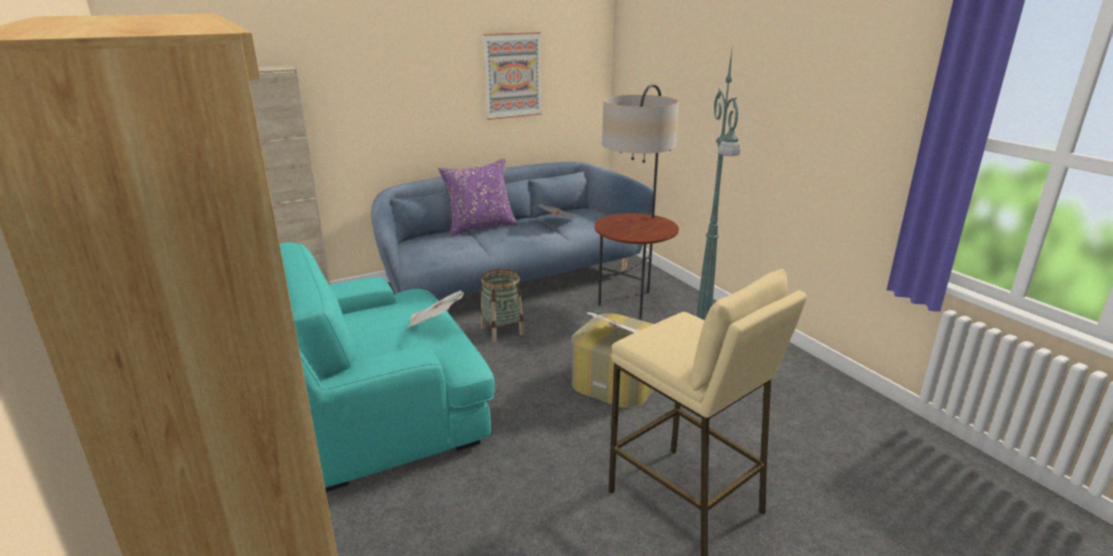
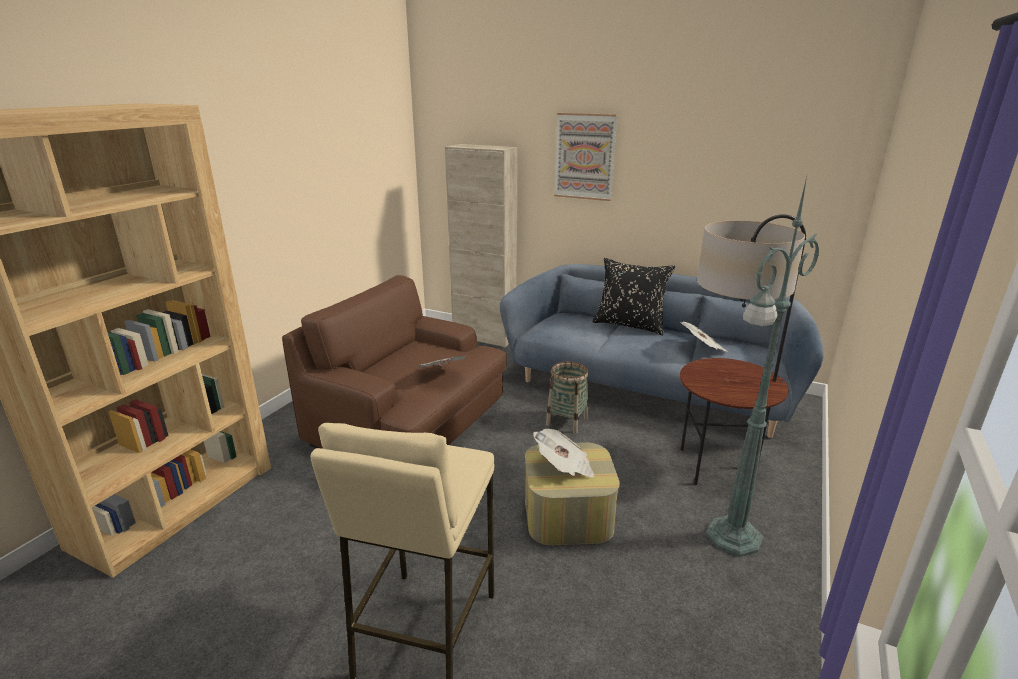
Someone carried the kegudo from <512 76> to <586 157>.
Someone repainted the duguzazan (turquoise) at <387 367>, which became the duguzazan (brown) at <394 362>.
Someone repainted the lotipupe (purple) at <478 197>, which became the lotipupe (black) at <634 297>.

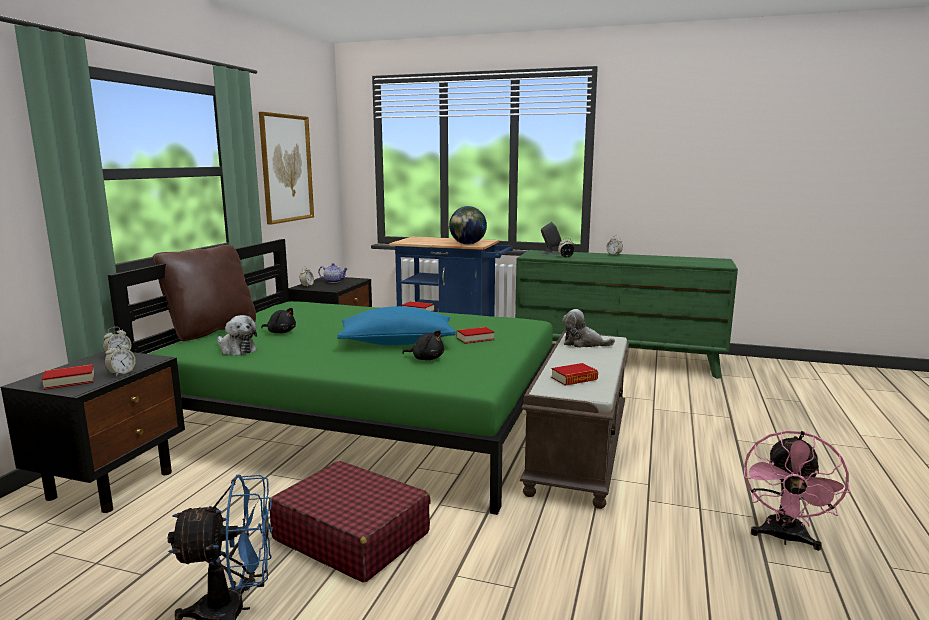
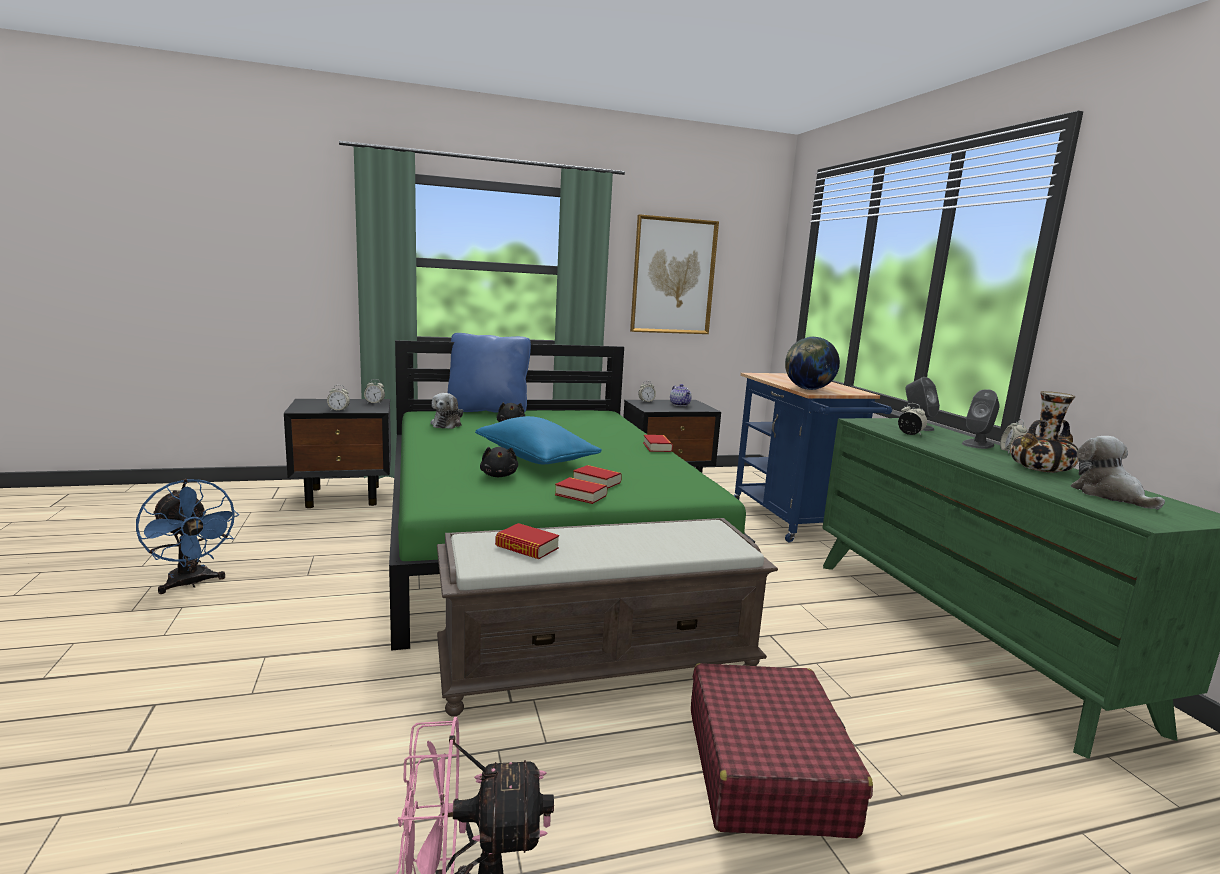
Someone put down the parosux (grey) at <981 419>.
Someone put down the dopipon at <1044 432>.
Someone carried the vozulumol from <68 377> to <581 490>.
Someone carried the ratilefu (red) from <349 522> to <782 750>.
Someone carried the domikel from <588 328> to <1117 473>.
Someone repainted the lotipupe (brown) at <204 293>, which became the lotipupe (blue) at <489 373>.

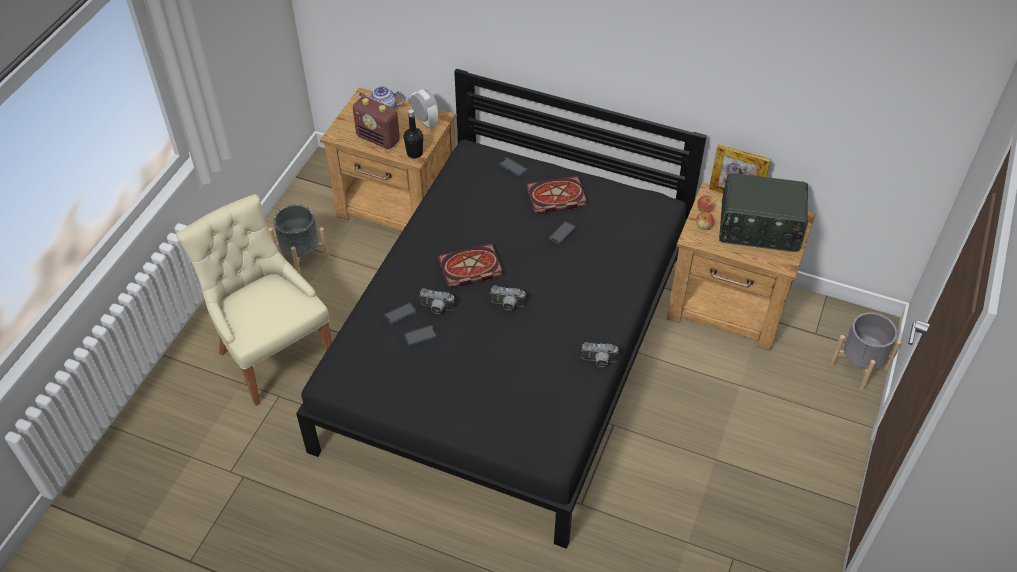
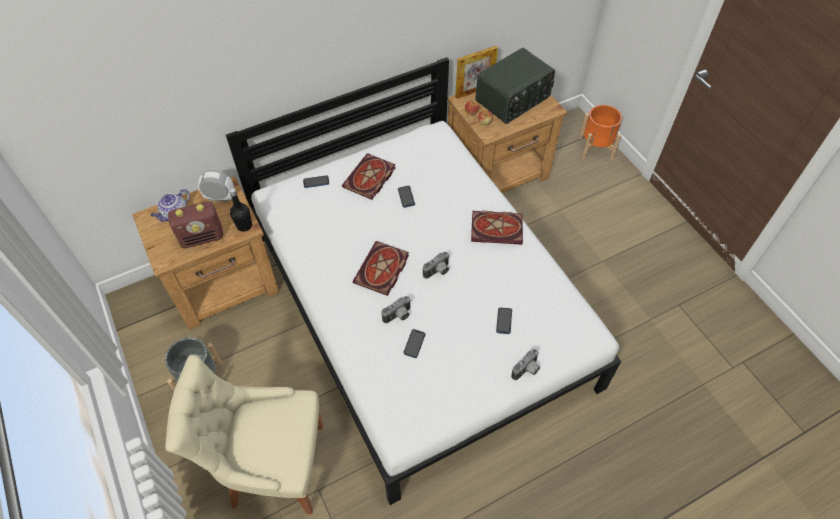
Someone put down the vozulumol at <497 228>.
Someone carried the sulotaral from <400 313> to <504 321>.
Someone carried the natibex from <600 354> to <525 364>.
Someone repainted the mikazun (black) at <501 309>, which became the mikazun (white) at <423 281>.
Someone repainted the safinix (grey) at <865 351>, which became the safinix (orange) at <600 132>.

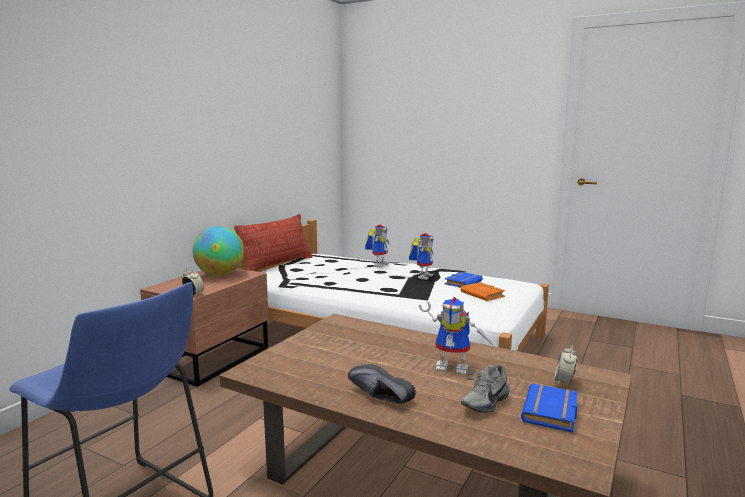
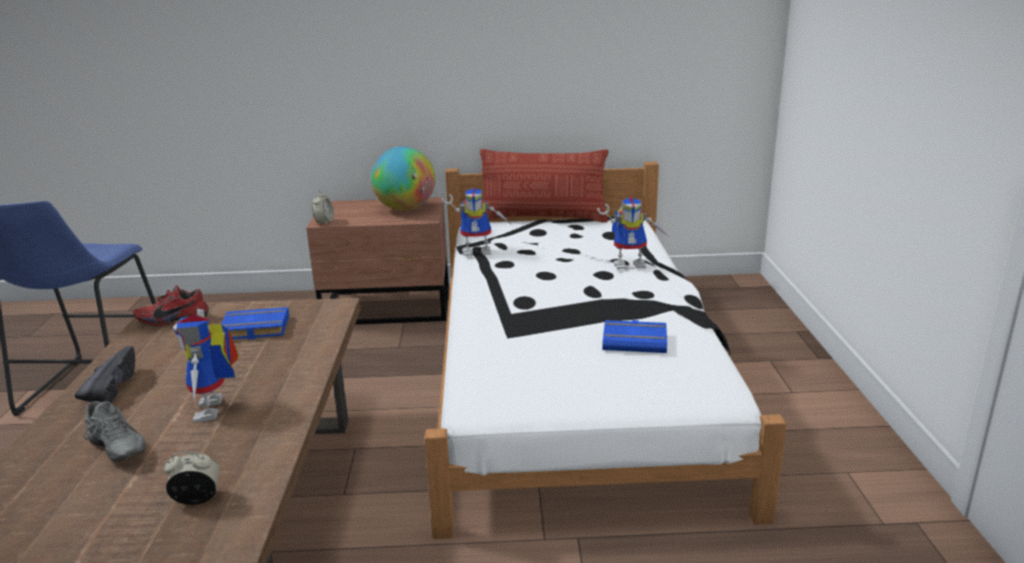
Someone took away the vozulumol (orange) at <483 291>.
Someone put down the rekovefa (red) at <171 306>.
Someone carried the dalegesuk from <421 256> to <476 222>.
Someone carried the vozulumol (blue) from <549 407> to <255 323>.
Someone rotated the rekovefa (grey) at <485 389> by 150 degrees counterclockwise.

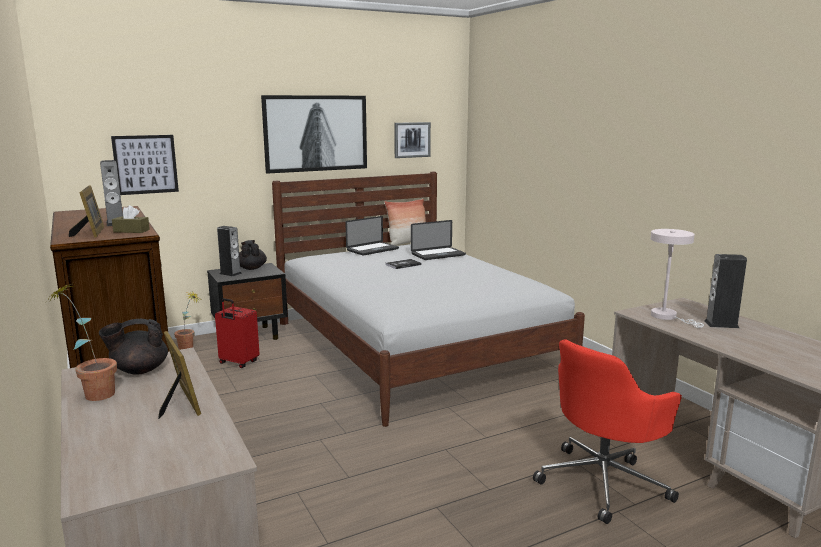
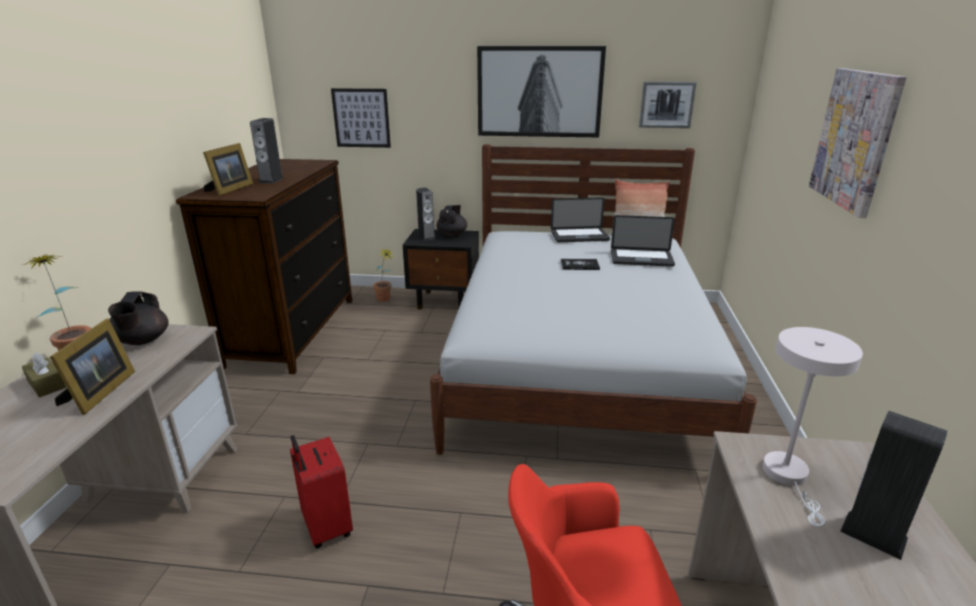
Someone put up the kegudo at <857 143>.
Someone carried the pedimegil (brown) from <131 219> to <44 374>.
Someone carried the ratilefu (red) from <237 333> to <321 492>.
Someone rotated the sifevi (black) at <133 347> by 105 degrees counterclockwise.

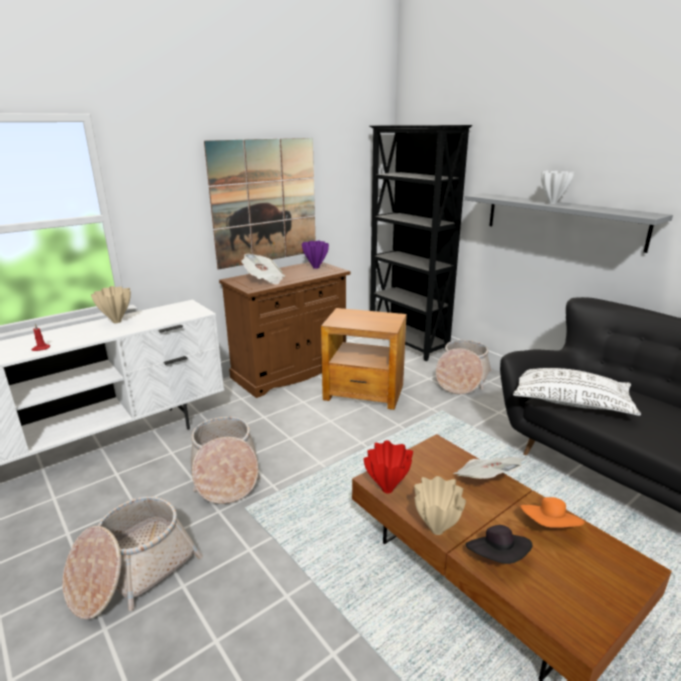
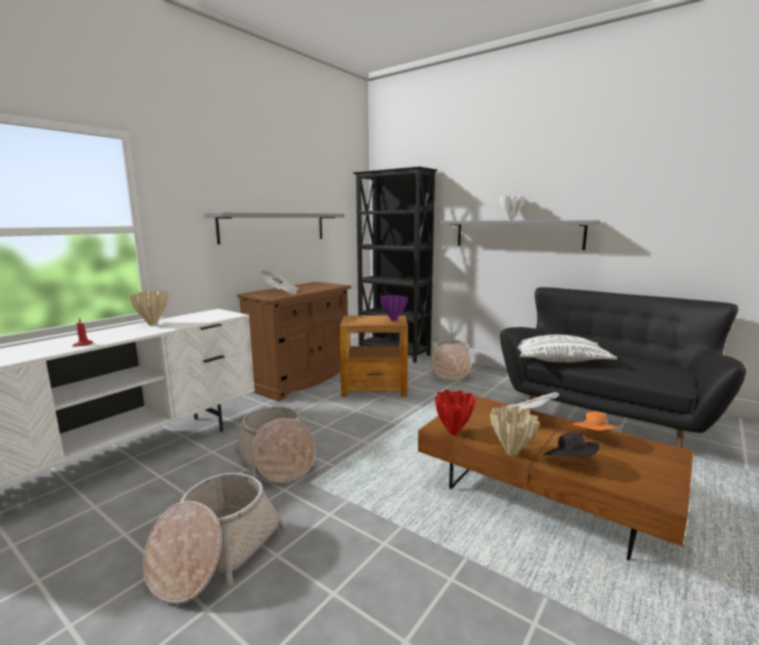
Someone carried the dopipon (purple) from <315 254> to <394 308>.
Someone swapped the kegudo at <260 204> for the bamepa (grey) at <274 228>.

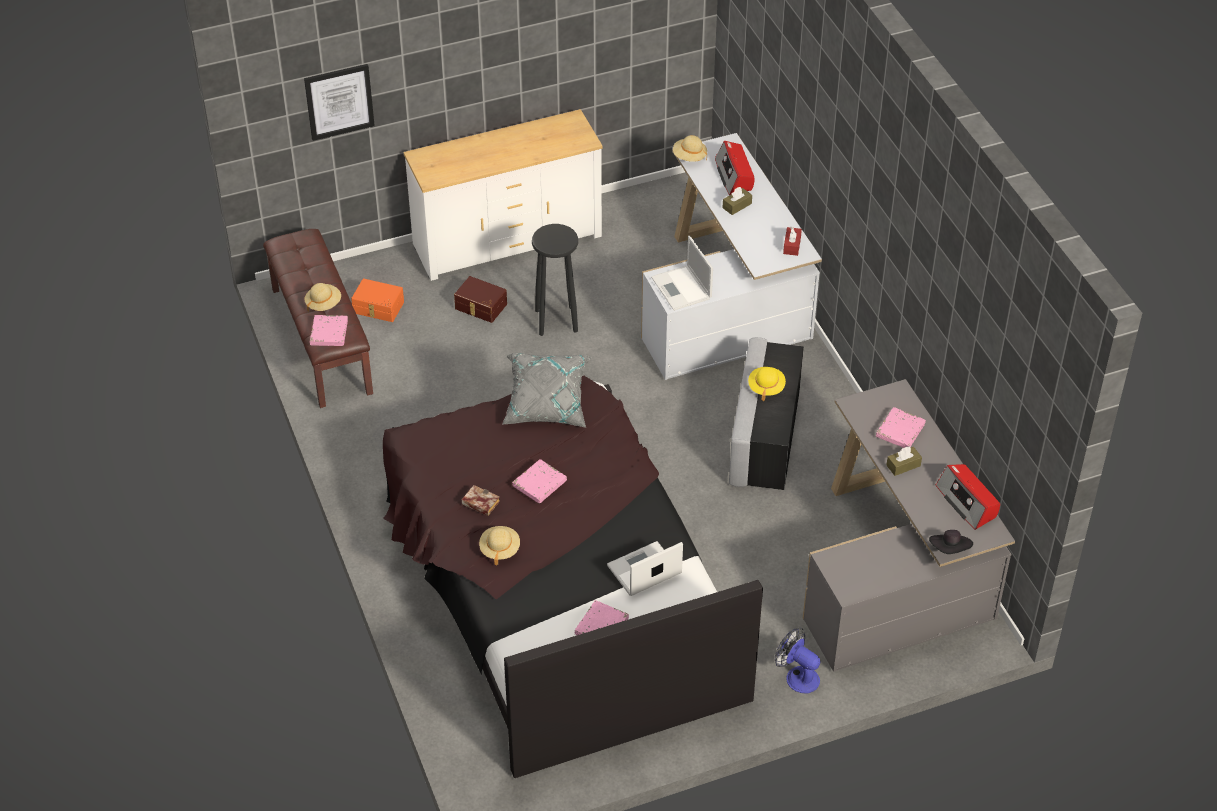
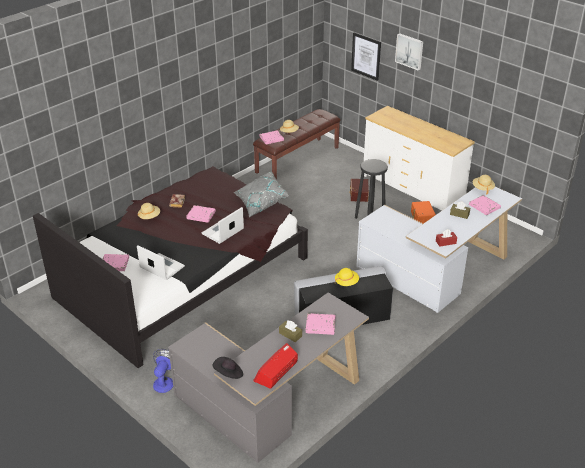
Someone put up the kegudo at <409 51>.
Someone carried the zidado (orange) from <377 300> to <423 212>.
Someone carried the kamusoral from <682 273> to <223 225>.
Someone swapped the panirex at <734 168> for the vozulumol (pink) at <485 205>.

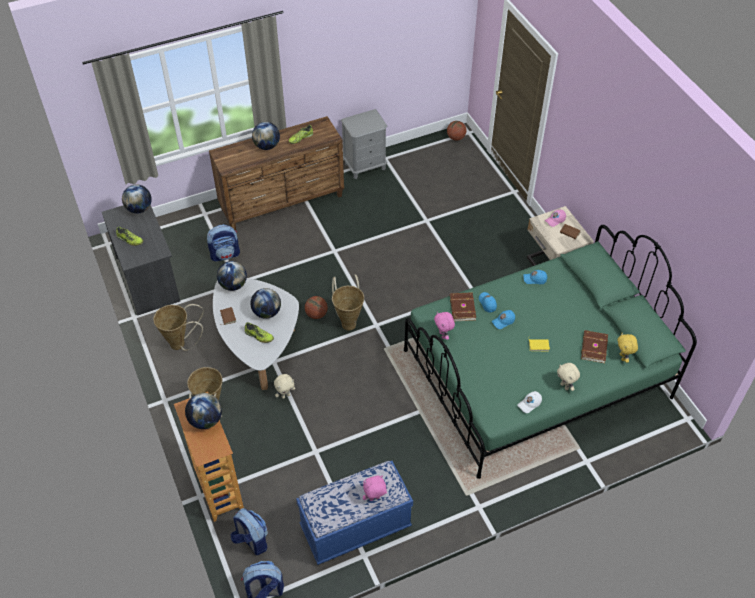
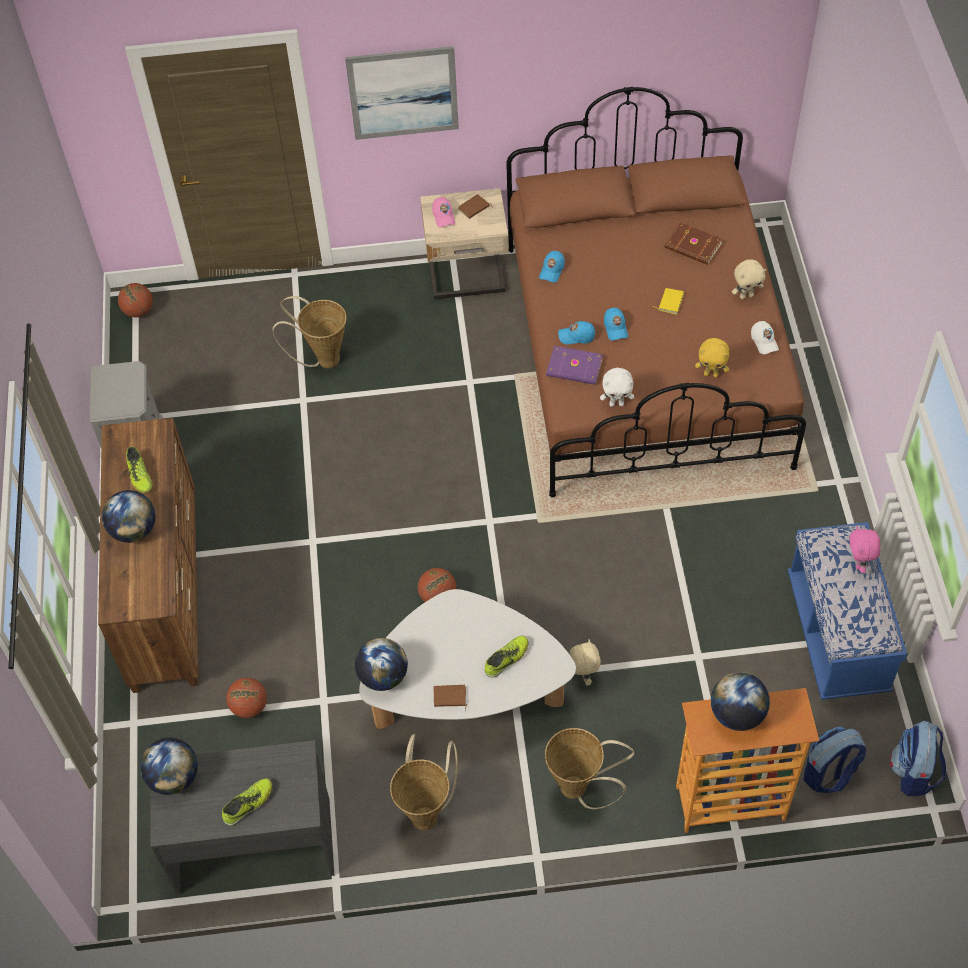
Someone took away the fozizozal at <265 303>.
Someone put up the kegudo at <402 93>.
Someone carried the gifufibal from <348 302> to <309 332>.
Someone carried the domikel (yellow) from <627 348> to <712 357>.
Someone swapped the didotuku at <223 242> for the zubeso at <246 698>.
Someone repainted the mikazun (green) at <550 352>, which became the mikazun (brown) at <656 292>.
Someone repainted the domikel (pink) at <444 326>, which became the domikel (white) at <617 387>.
Someone repainted the vozulumol (brown) at <463 306>, which became the vozulumol (purple) at <574 365>.

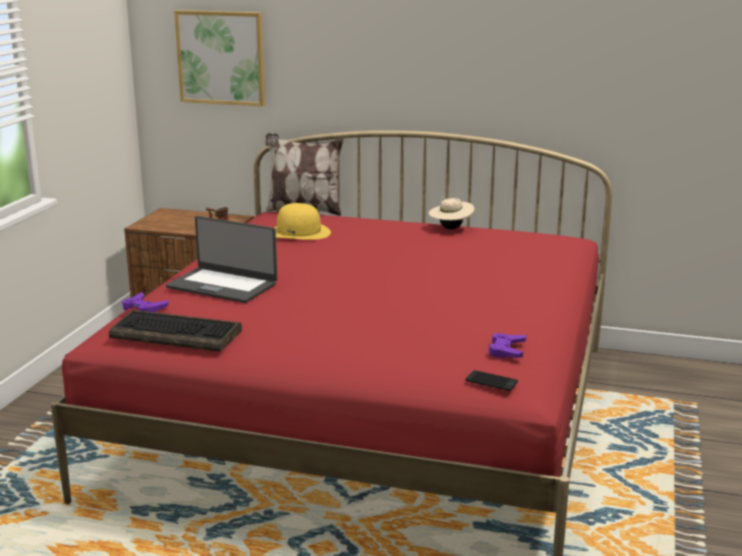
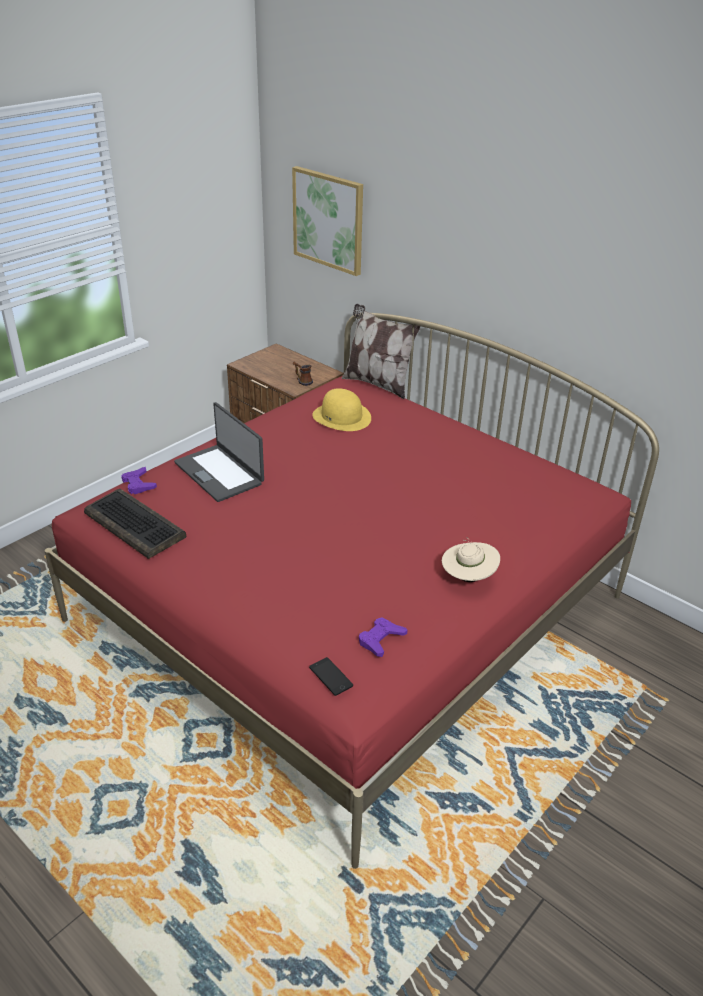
Someone carried the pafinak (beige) from <451 212> to <471 559>.

